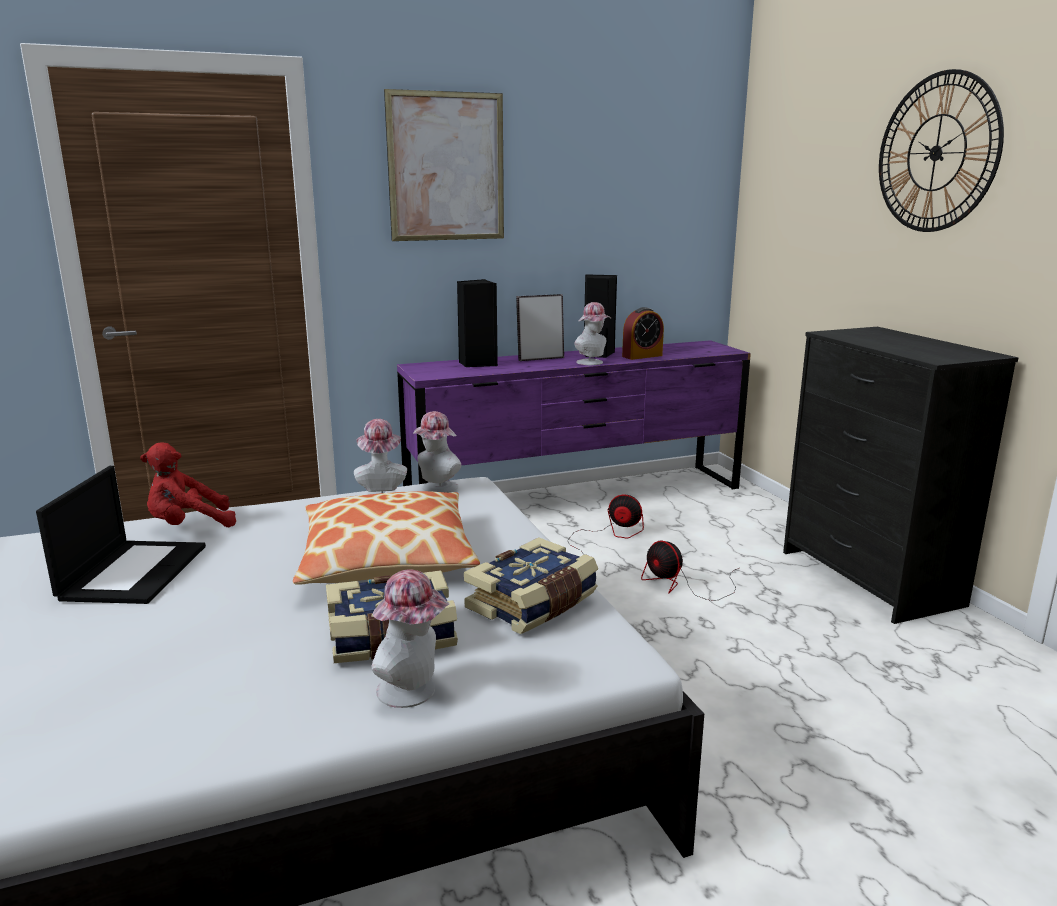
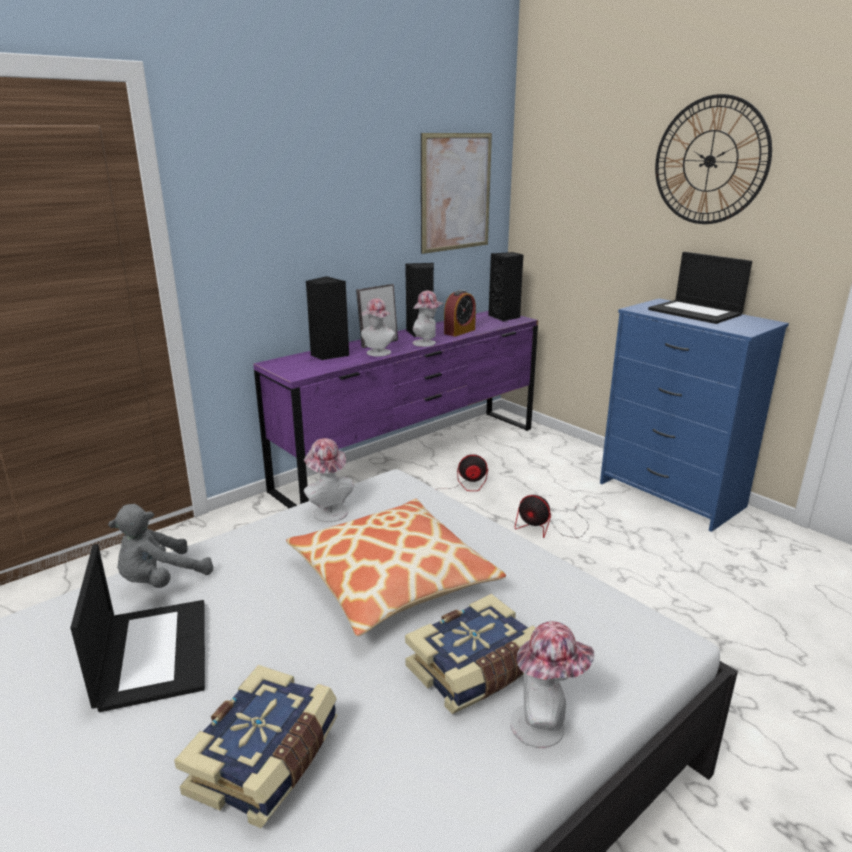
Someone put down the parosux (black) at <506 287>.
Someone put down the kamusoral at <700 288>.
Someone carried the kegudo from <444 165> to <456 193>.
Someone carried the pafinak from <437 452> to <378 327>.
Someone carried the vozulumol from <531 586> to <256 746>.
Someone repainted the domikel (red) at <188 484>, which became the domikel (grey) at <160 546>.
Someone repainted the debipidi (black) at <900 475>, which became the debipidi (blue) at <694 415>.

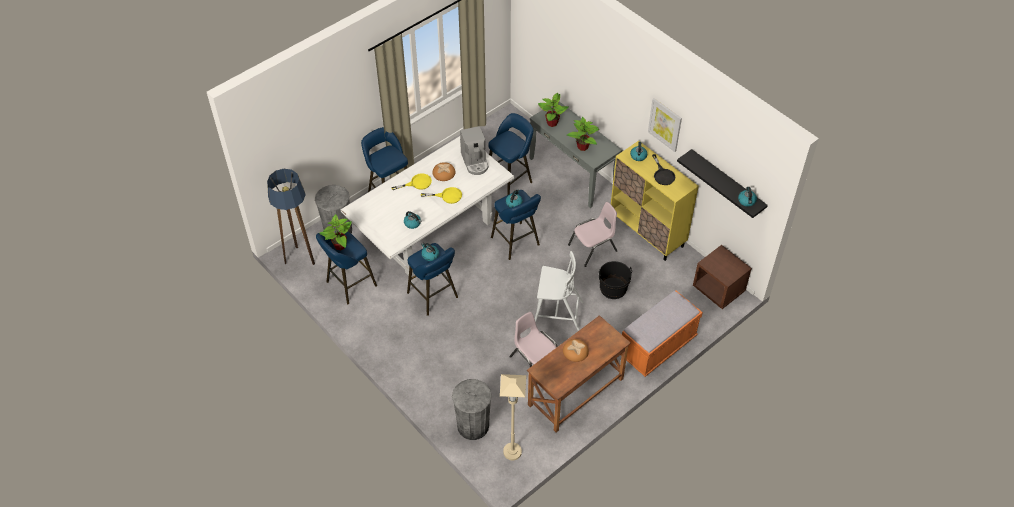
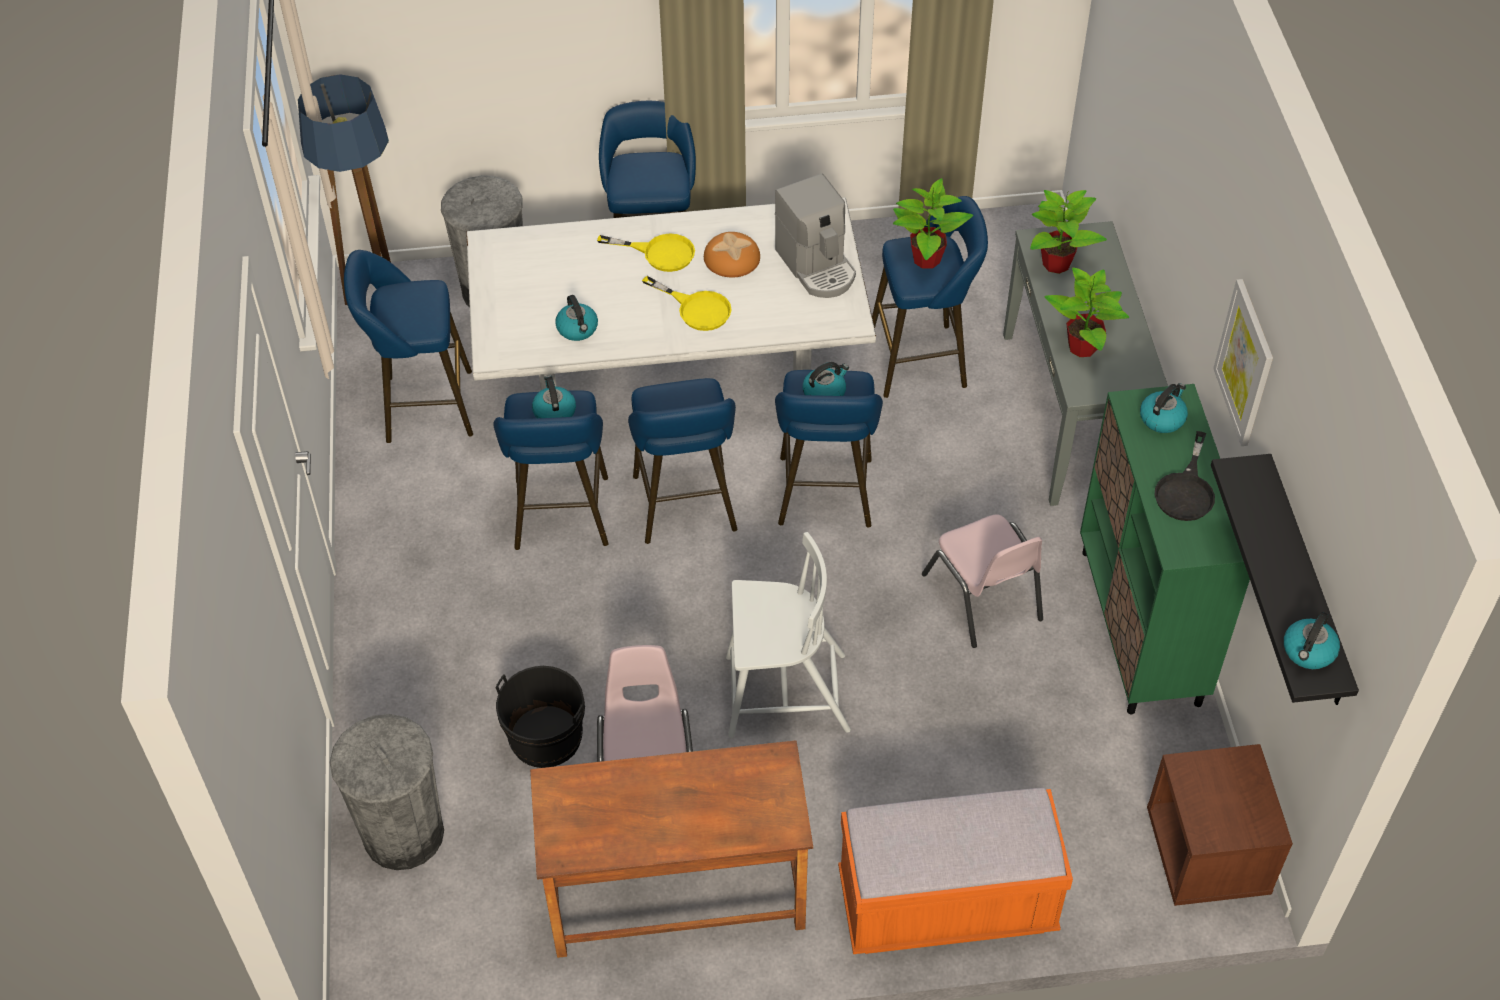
Someone took away the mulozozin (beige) at <513 417>.
Someone took away the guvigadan at <576 350>.
Someone put down the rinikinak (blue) at <682 461>.
Someone carried the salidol from <336 232> to <933 223>.
Someone carried the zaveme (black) from <615 280> to <540 717>.
Someone repainted the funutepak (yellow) at <655 201>, which became the funutepak (green) at <1165 549>.
Someone rotated the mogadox at <474 150> by 45 degrees counterclockwise.
Someone rotated the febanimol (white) at <559 291> by 45 degrees counterclockwise.
Someone rotated the febanimol (pink) at <592 234> by 60 degrees clockwise.

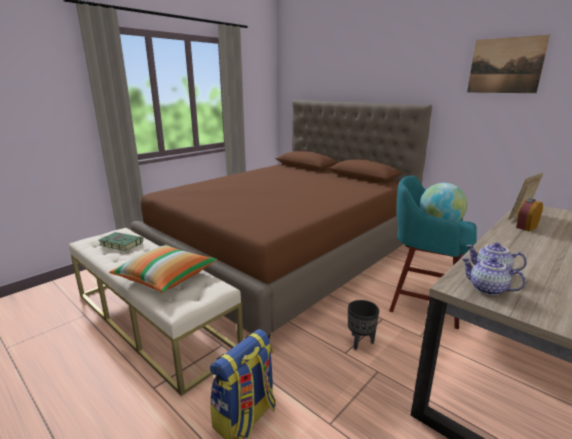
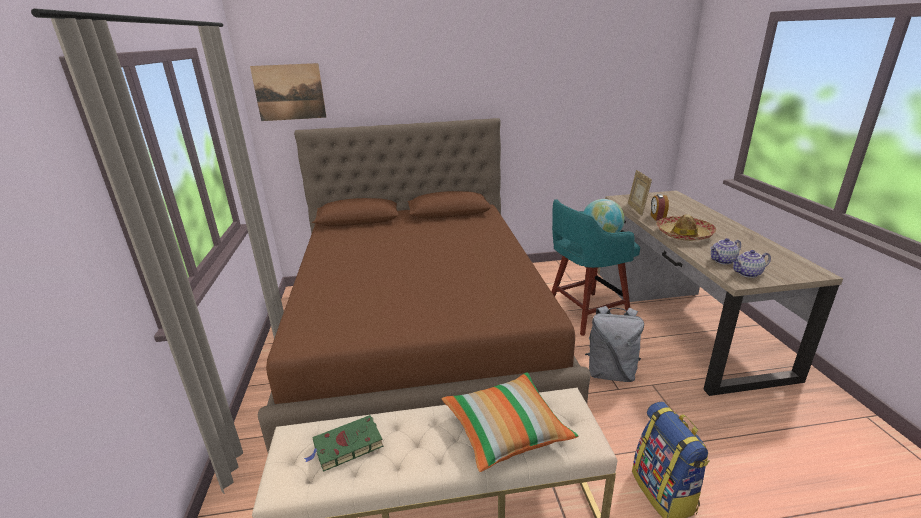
Someone put down the pafinak at <686 227>.
Someone carried the kegudo from <508 64> to <288 92>.
Someone swapped the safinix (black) at <363 325> for the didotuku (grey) at <614 344>.

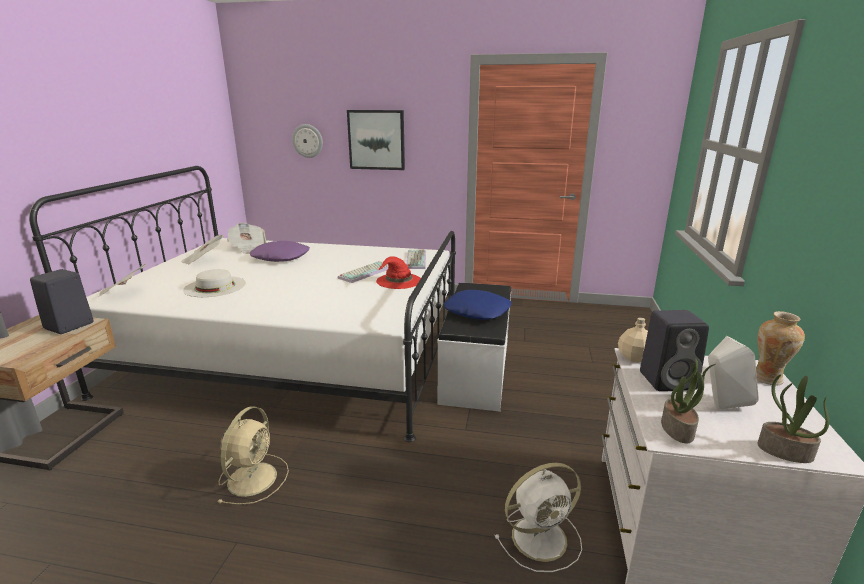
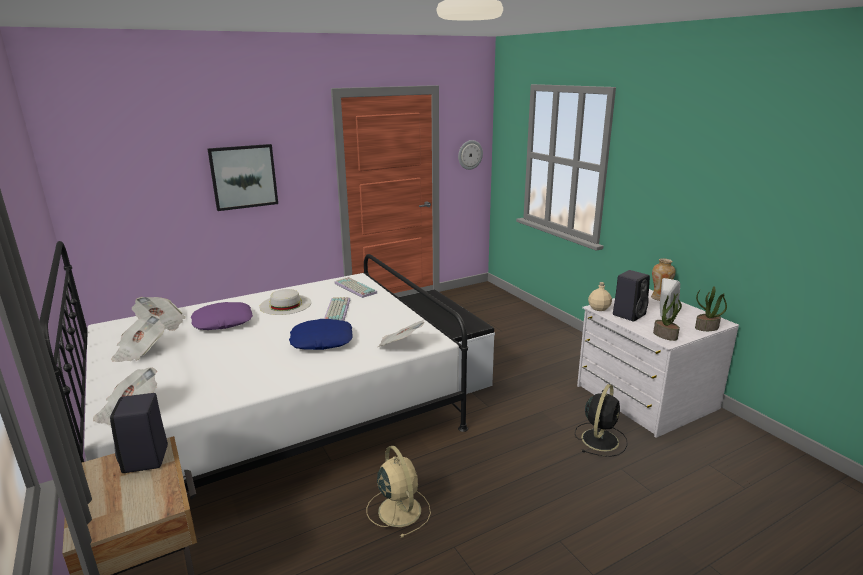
Someone took away the pafinak (red) at <398 272>.
Someone put down the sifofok at <401 333>.
Someone carried the pafinak (white) from <214 283> to <285 302>.
Someone carried the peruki from <307 141> to <470 155>.
Someone carried the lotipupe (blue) from <477 305> to <320 334>.
Someone repainted the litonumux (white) at <538 517>, which became the litonumux (black) at <601 420>.

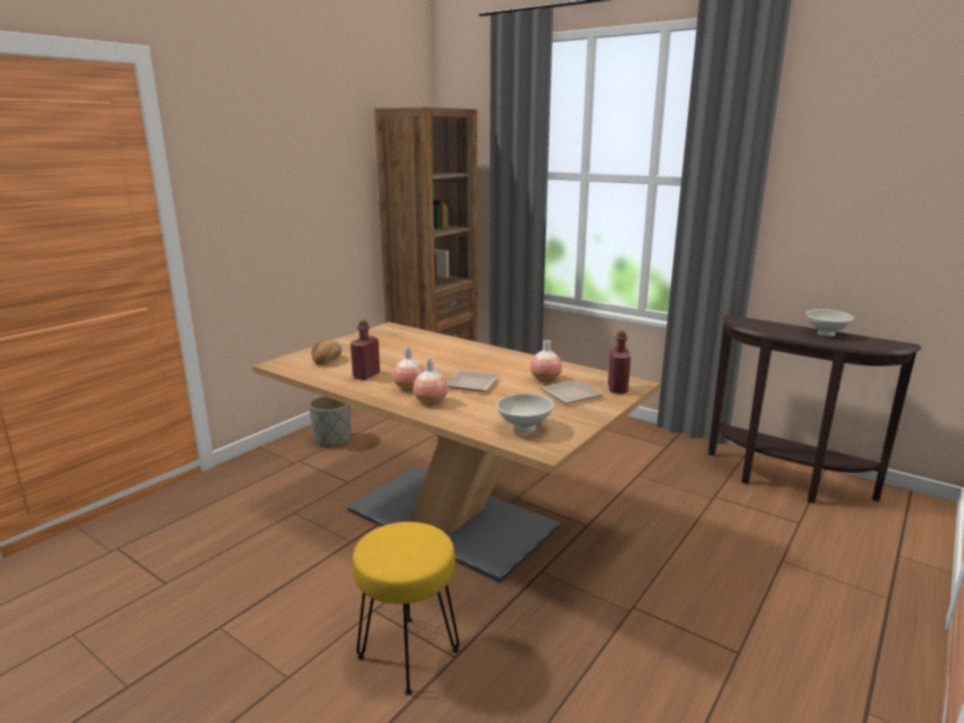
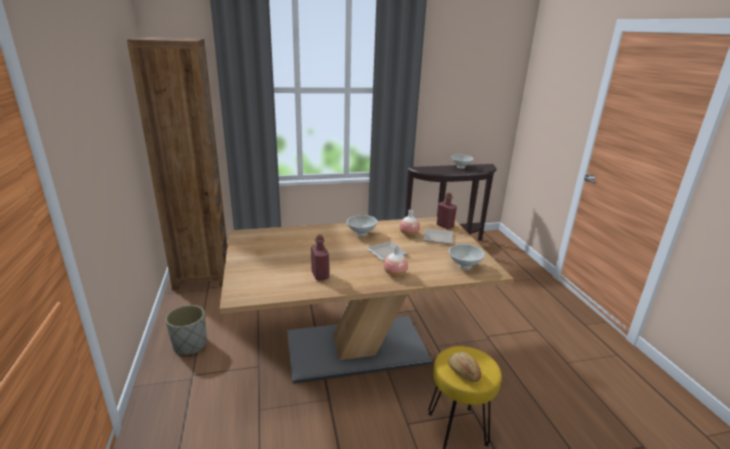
Someone took away the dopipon at <409 369>.
Someone put down the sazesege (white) at <362 225>.
Someone carried the guvigadan from <326 352> to <464 367>.

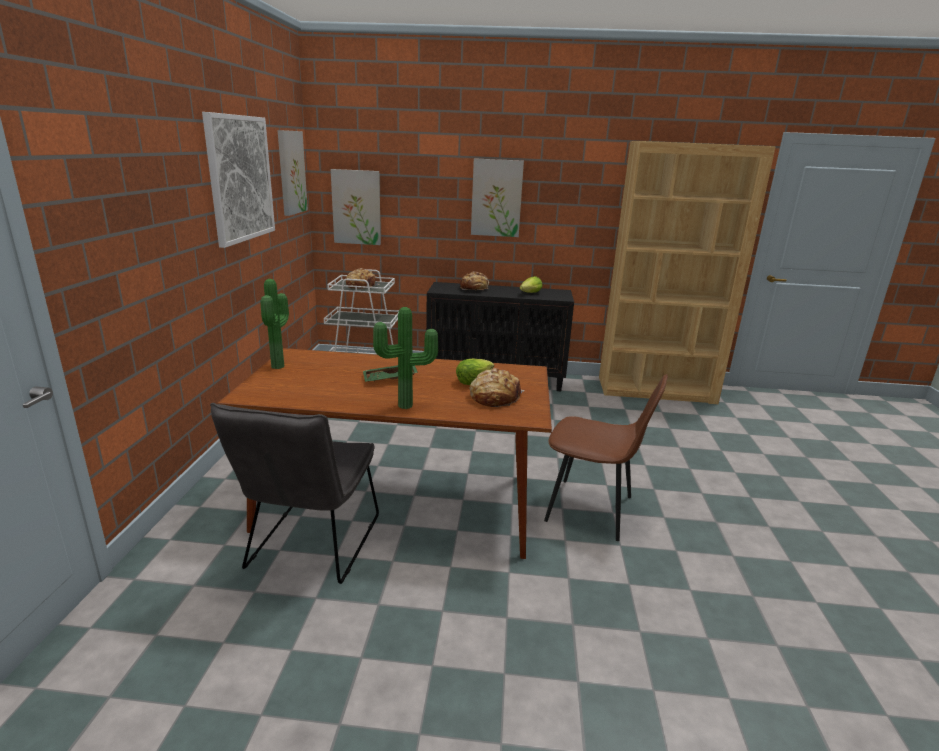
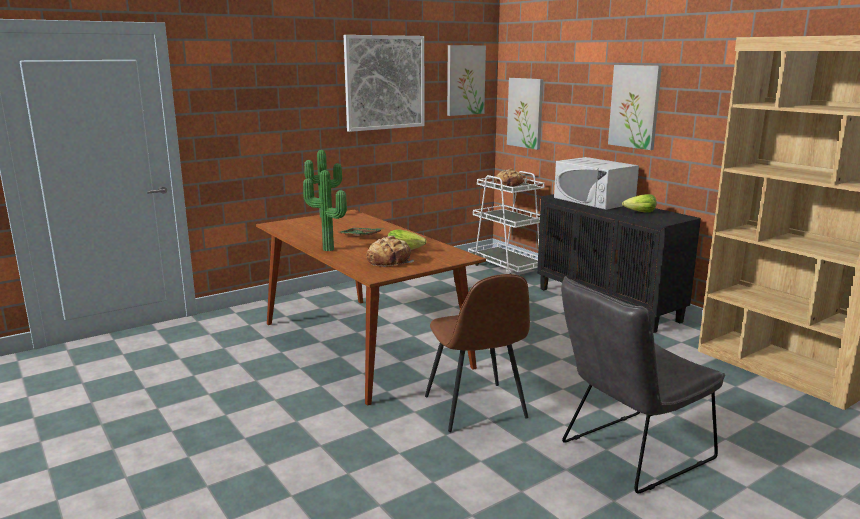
Someone carried the febanimol (grey) from <294 493> to <643 385>.
Someone swapped the guvigadan at <474 281> for the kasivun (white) at <596 183>.

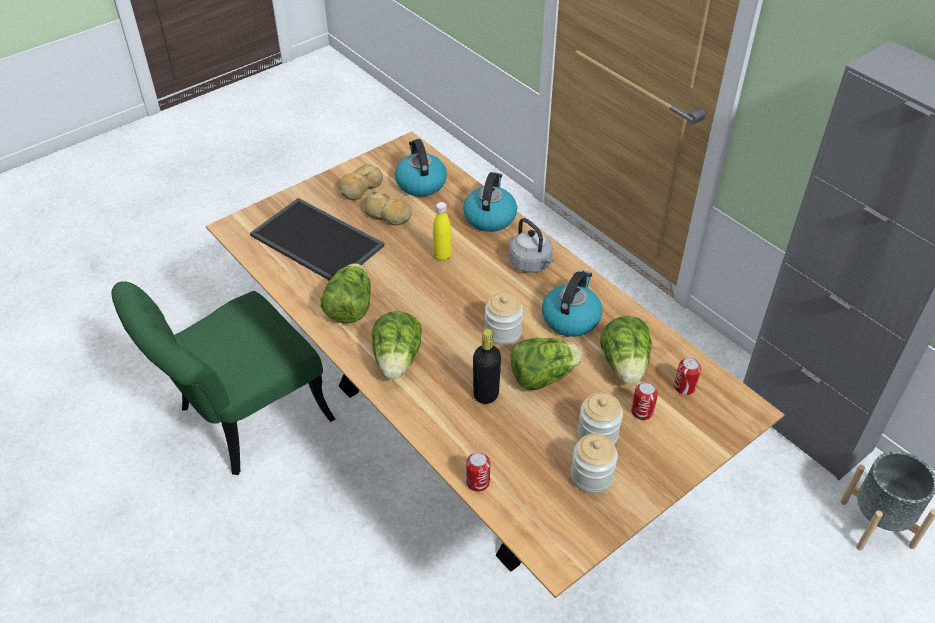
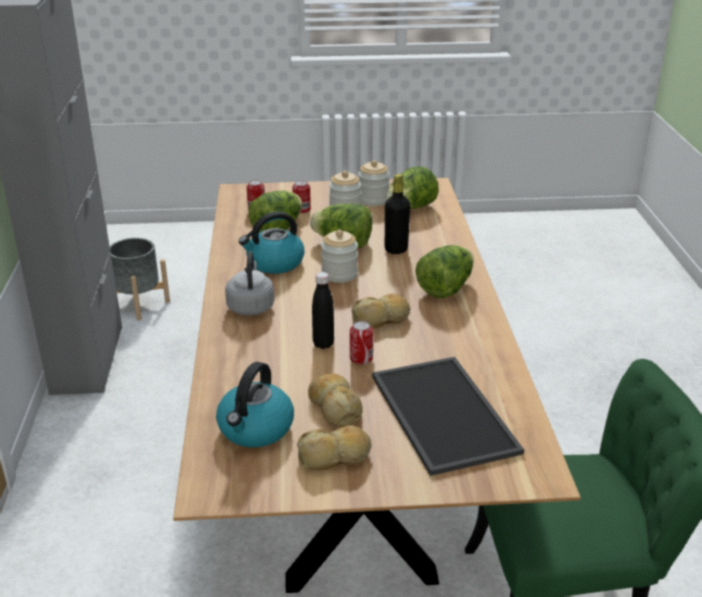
Someone took away the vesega at <490 202>.
Someone put down the guvigadan at <381 311>.
Someone carried the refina from <345 293> to <412 187>.
Someone carried the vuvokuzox from <478 472> to <361 343>.
Someone repainted the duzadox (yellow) at <442 231>, which became the duzadox (black) at <323 310>.

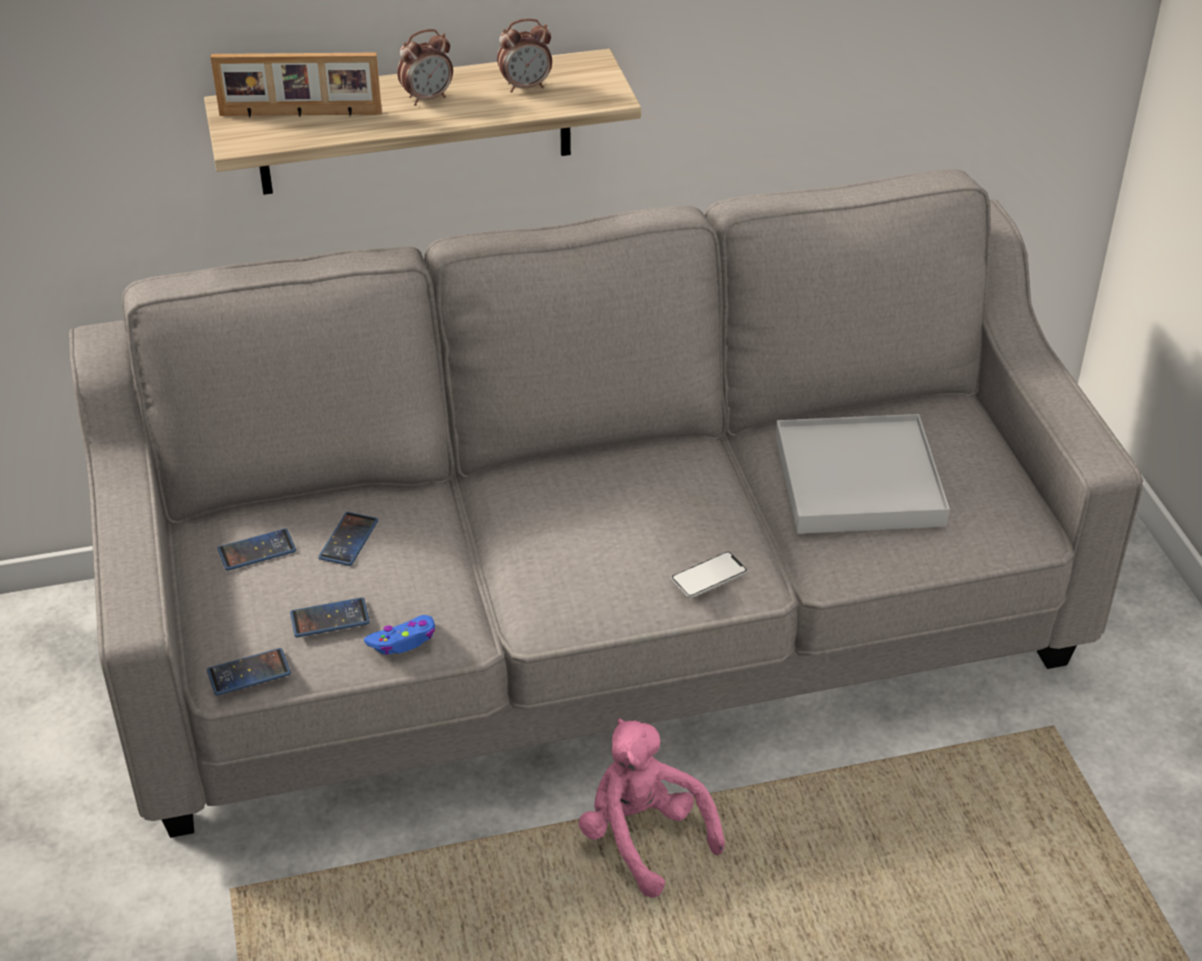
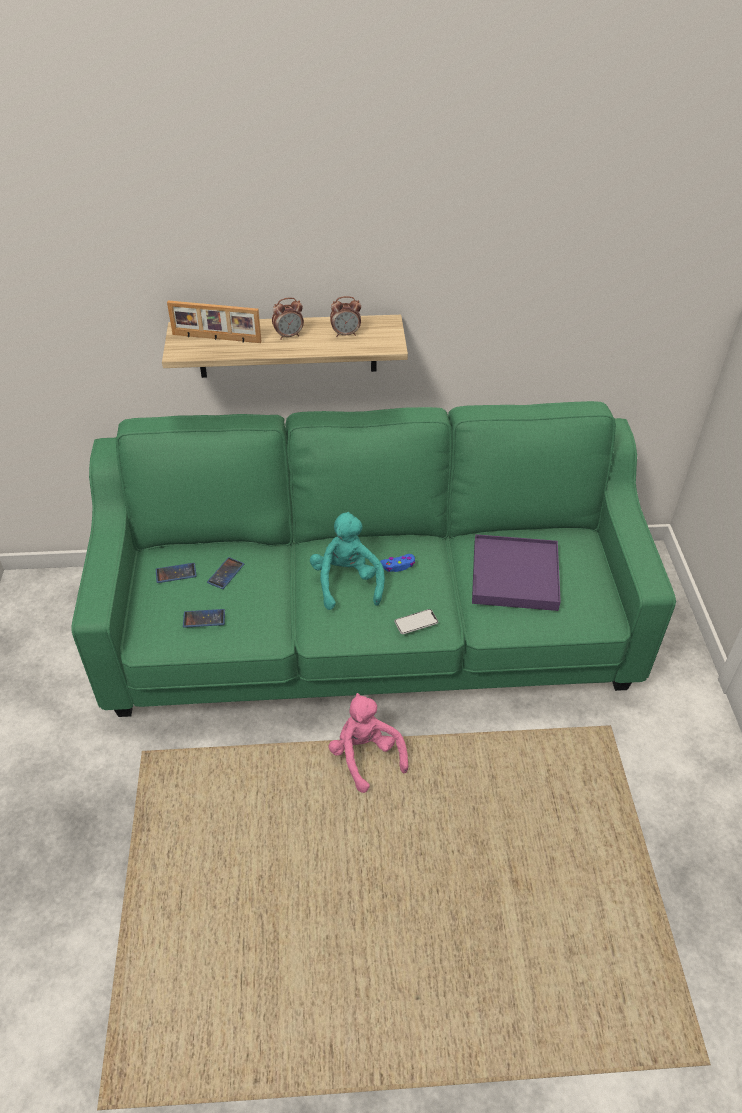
Someone took away the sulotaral at <249 672>.
Someone put down the domikel (turquoise) at <347 561>.
Someone carried the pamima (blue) from <399 635> to <397 563>.
Someone repainted the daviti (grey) at <606 503>, which became the daviti (green) at <373 559>.
Someone repainted the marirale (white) at <863 474>, which became the marirale (purple) at <516 572>.

